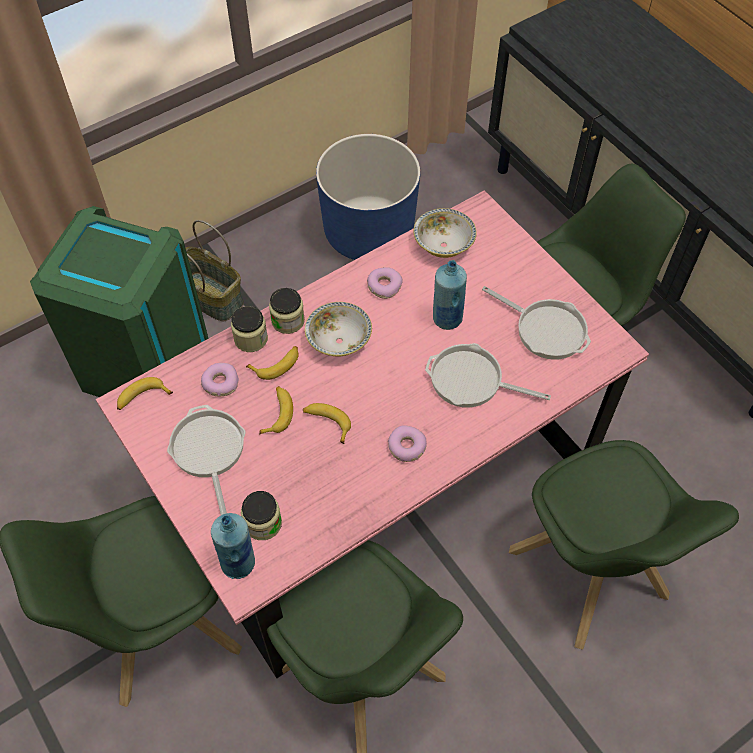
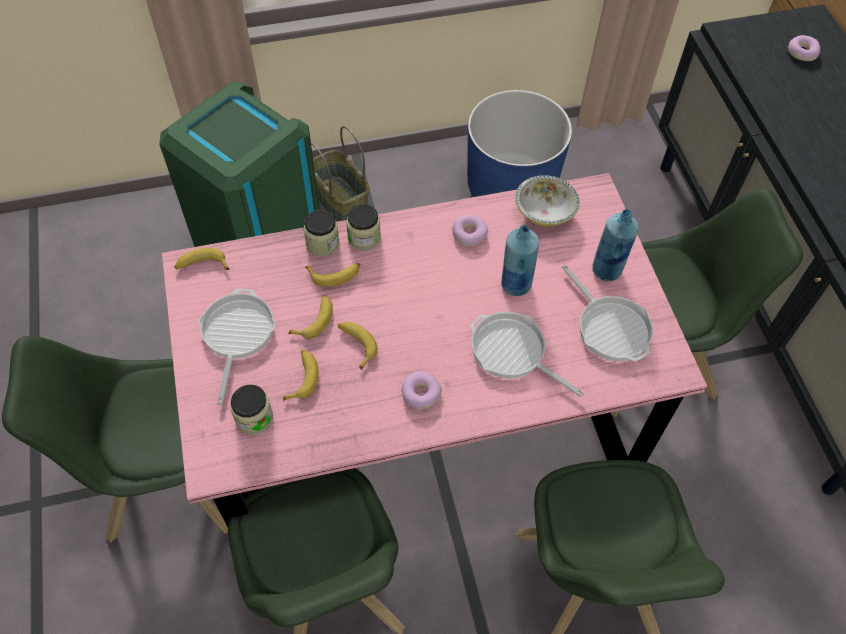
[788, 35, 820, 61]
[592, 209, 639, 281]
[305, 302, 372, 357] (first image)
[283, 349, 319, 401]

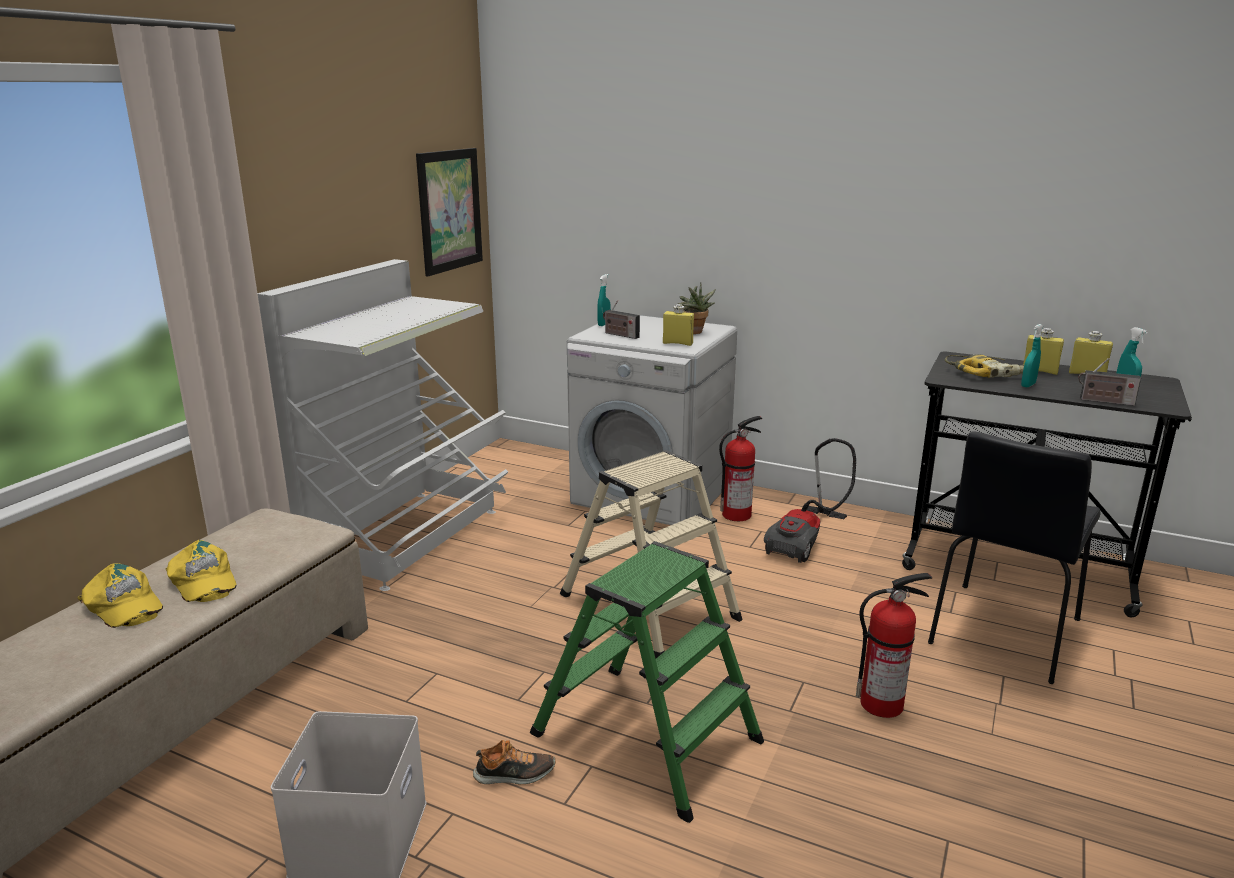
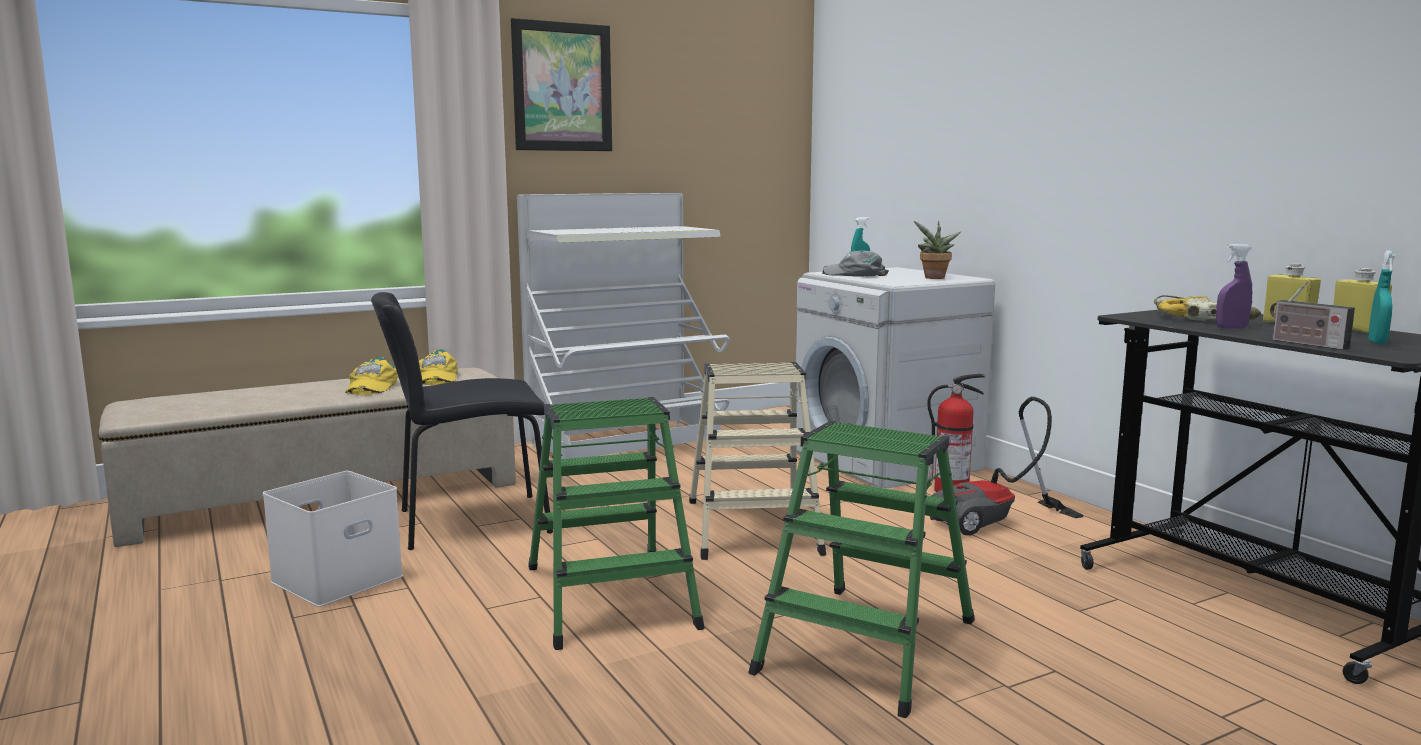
[419, 349, 458, 385]
[511, 18, 612, 151]
[473, 740, 555, 784] (first image)
[822, 250, 889, 277]
[663, 304, 694, 346] (first image)
[748, 421, 975, 718]
[371, 292, 553, 550]
[1216, 244, 1252, 329]

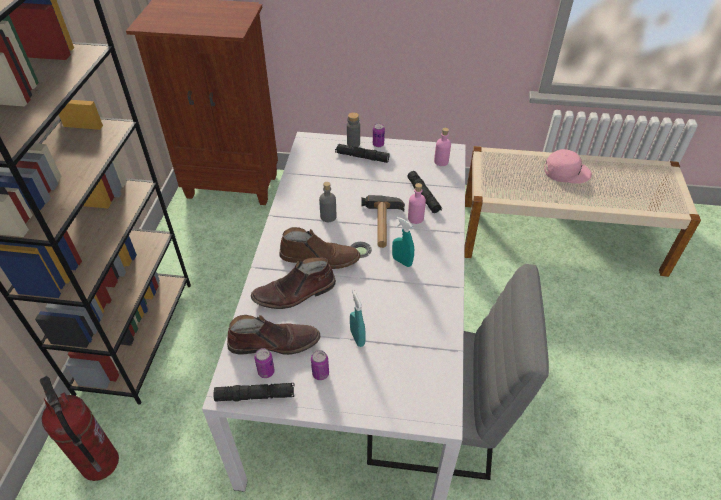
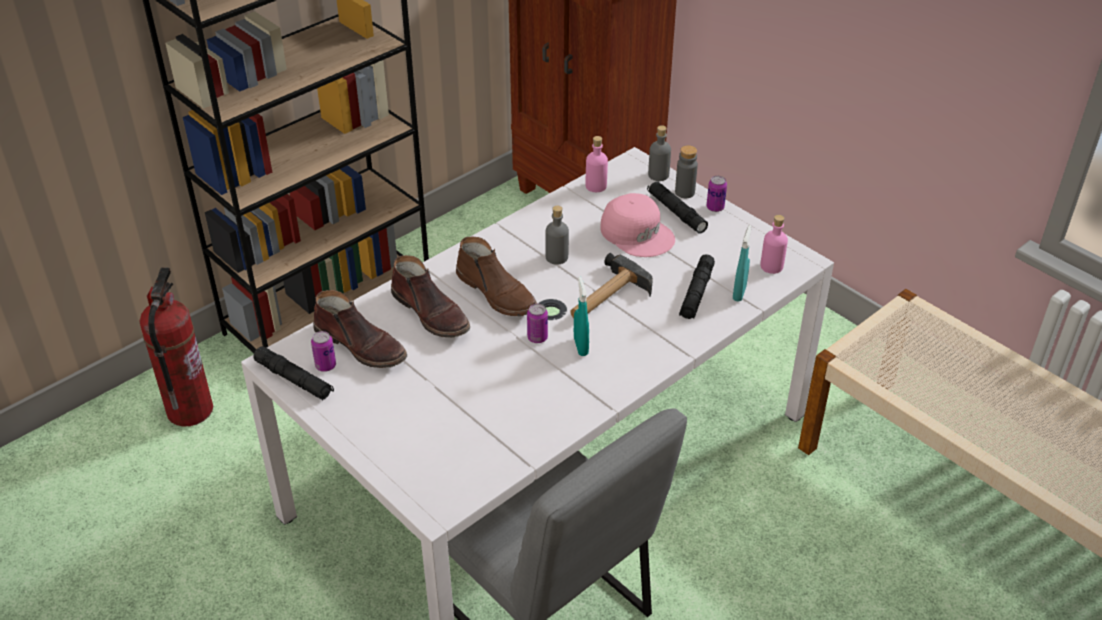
[391, 255, 470, 338]
[527, 304, 548, 343]
[733, 225, 752, 302]
[586, 136, 608, 192]
[601, 193, 675, 257]
[648, 125, 671, 181]

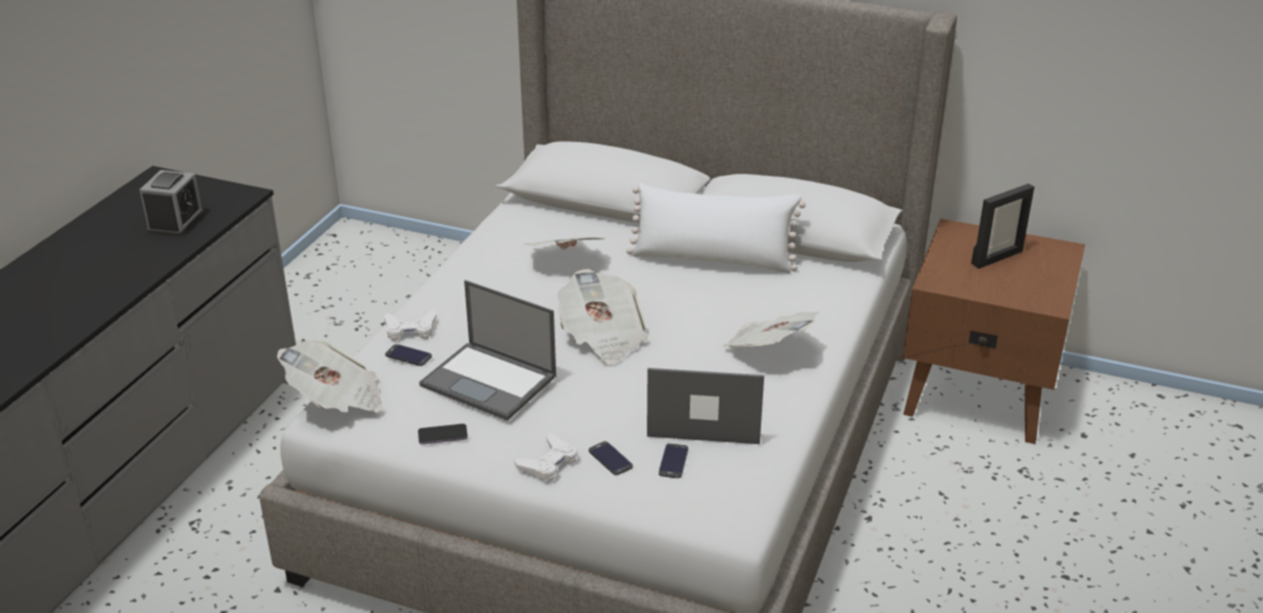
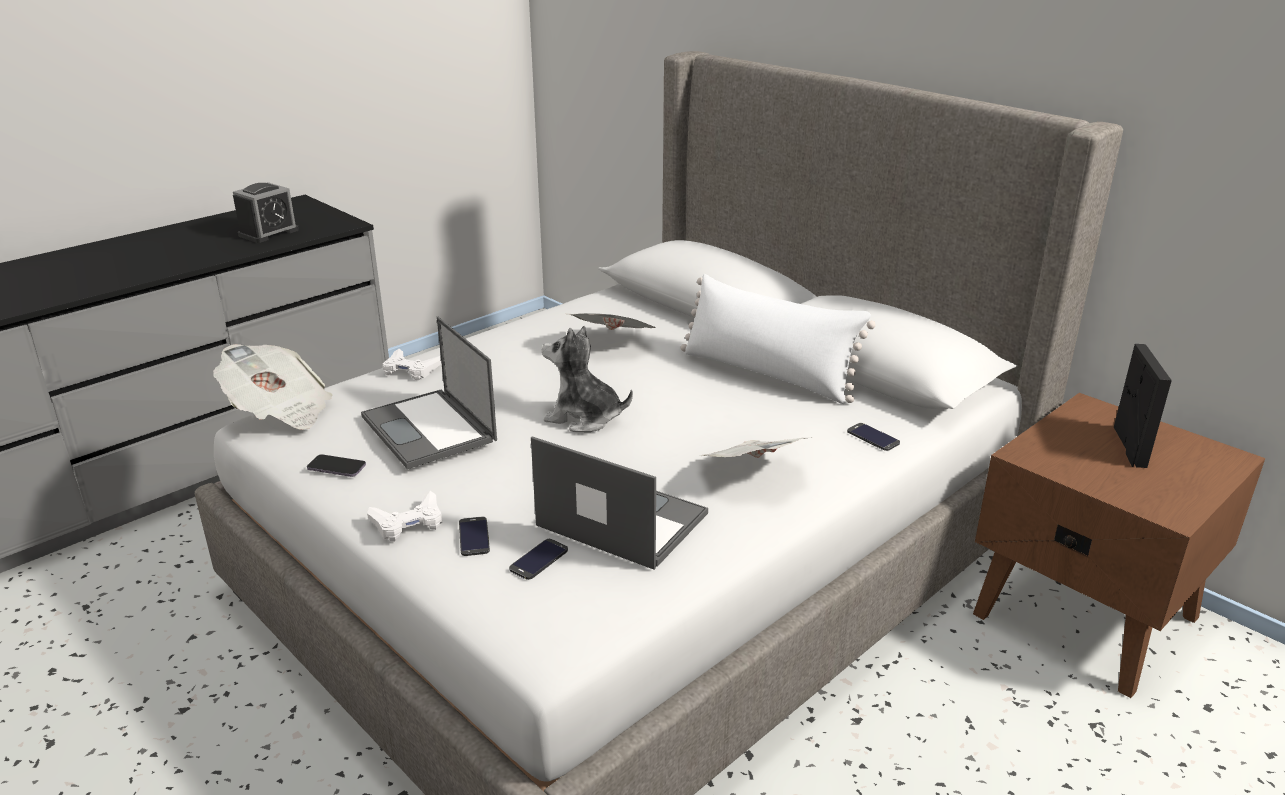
[847, 423, 900, 451]
[542, 326, 633, 432]
[1114, 344, 1172, 468]

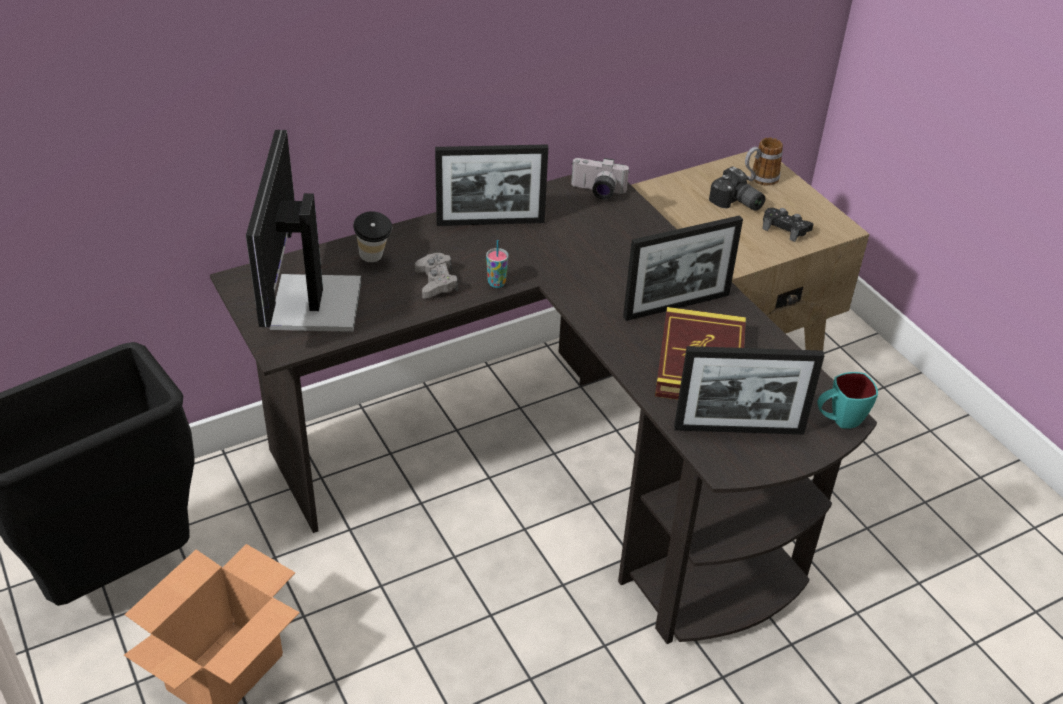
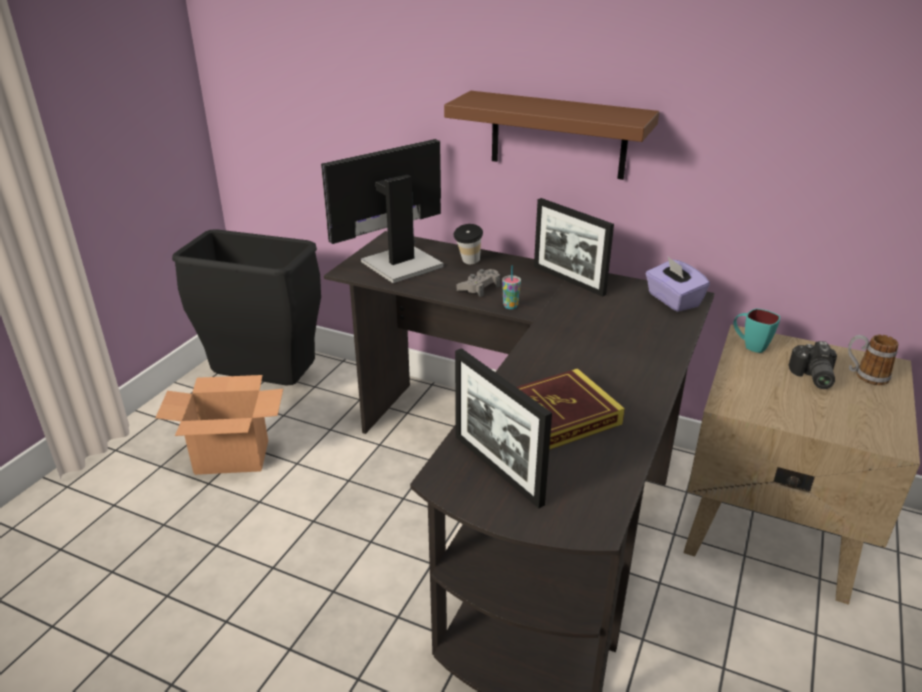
[646, 257, 710, 312]
[623, 215, 743, 321] (first image)
[762, 208, 814, 242] (first image)
[733, 308, 780, 353]
[444, 91, 659, 180]

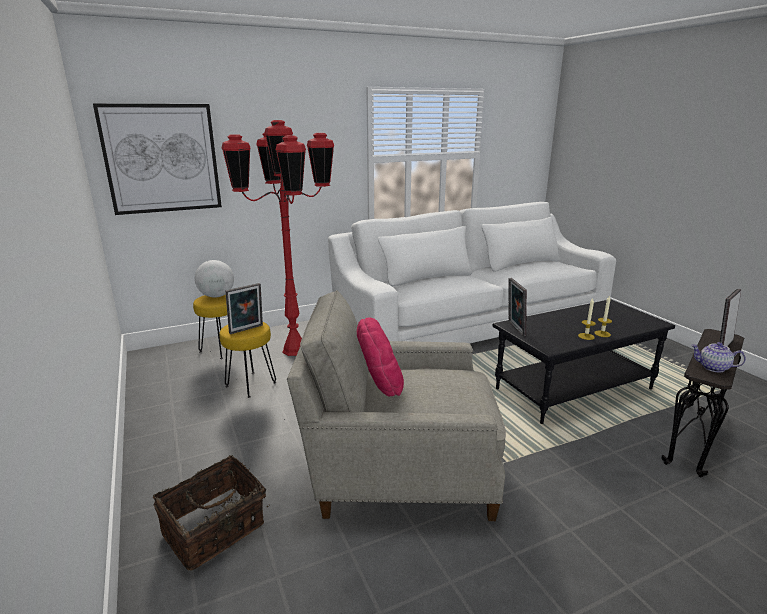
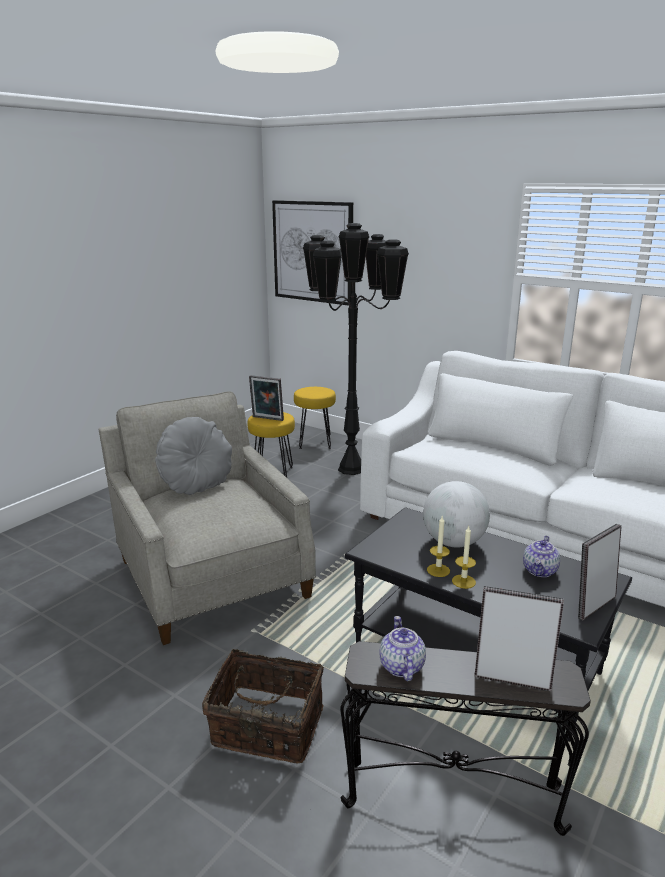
[202, 649, 324, 764]
[423, 481, 490, 547]
[303, 223, 409, 475]
[155, 417, 232, 495]
[578, 524, 621, 620]
[523, 536, 560, 577]

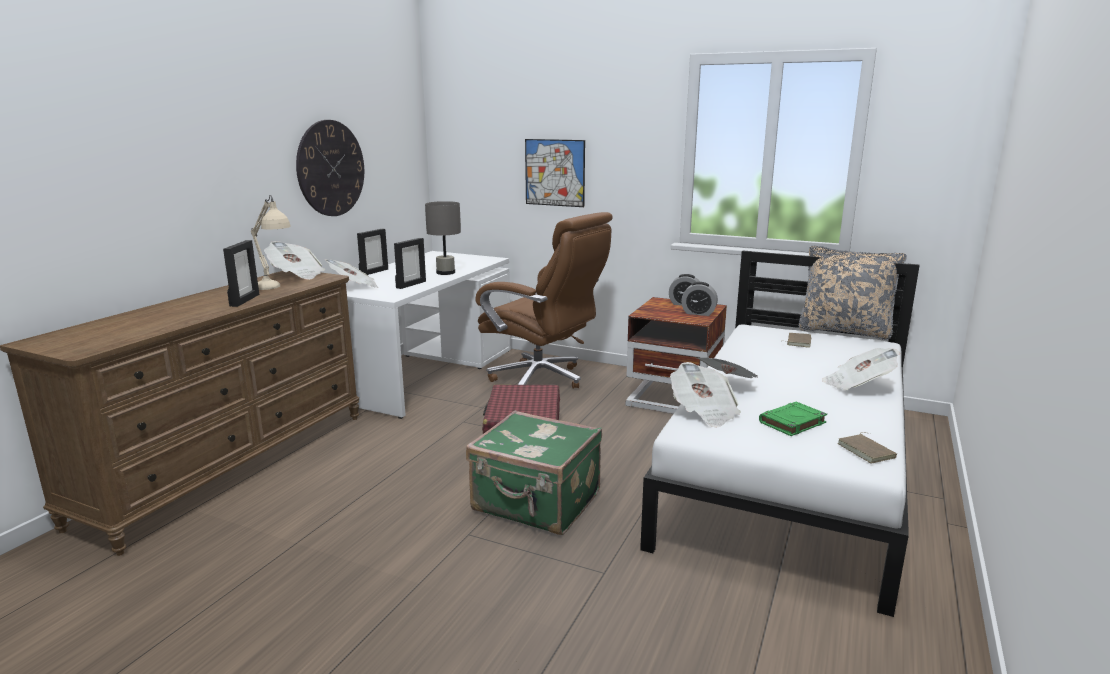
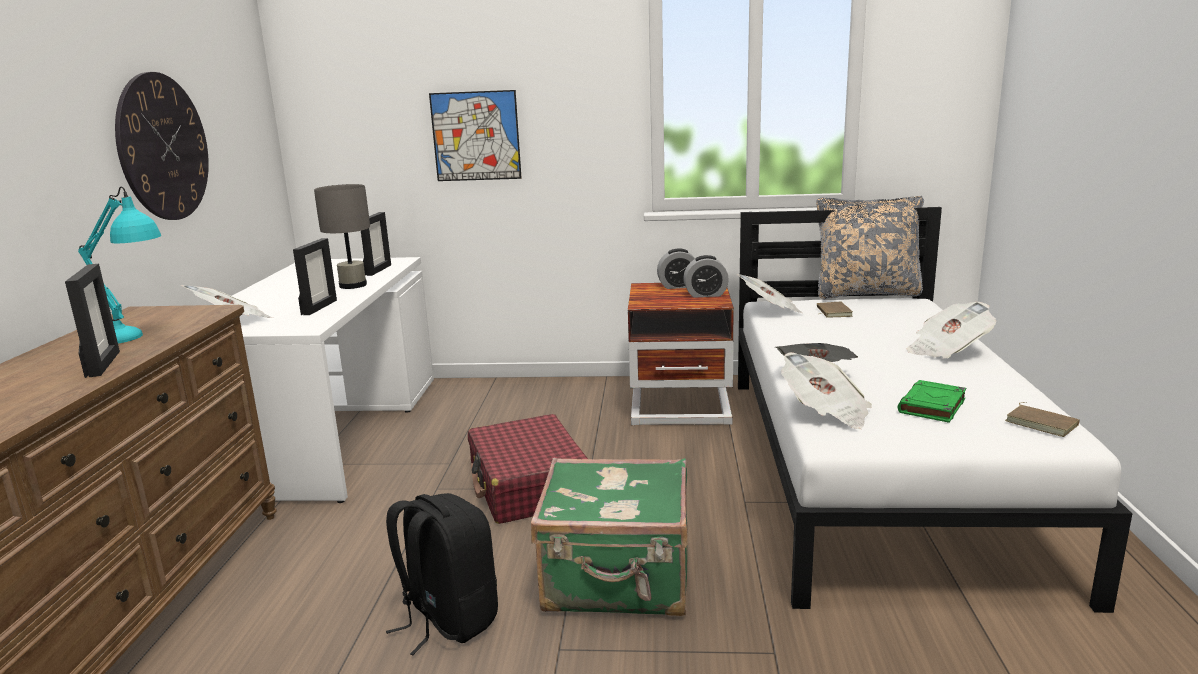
[78, 187, 161, 343]
[737, 274, 802, 313]
[361, 212, 391, 276]
[476, 212, 613, 389] (first image)
[386, 493, 498, 655]

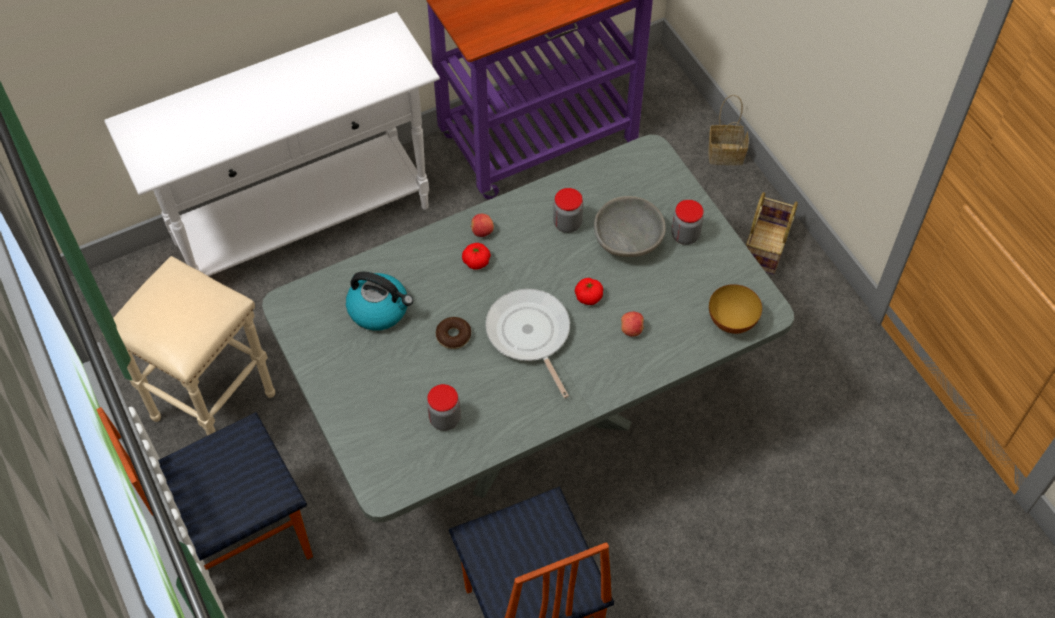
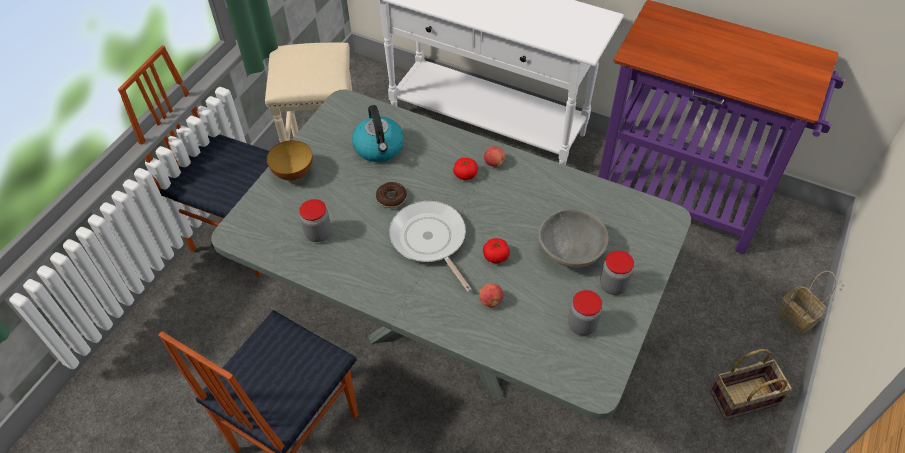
[389, 201, 472, 292]
[568, 290, 602, 336]
[267, 140, 313, 181]

